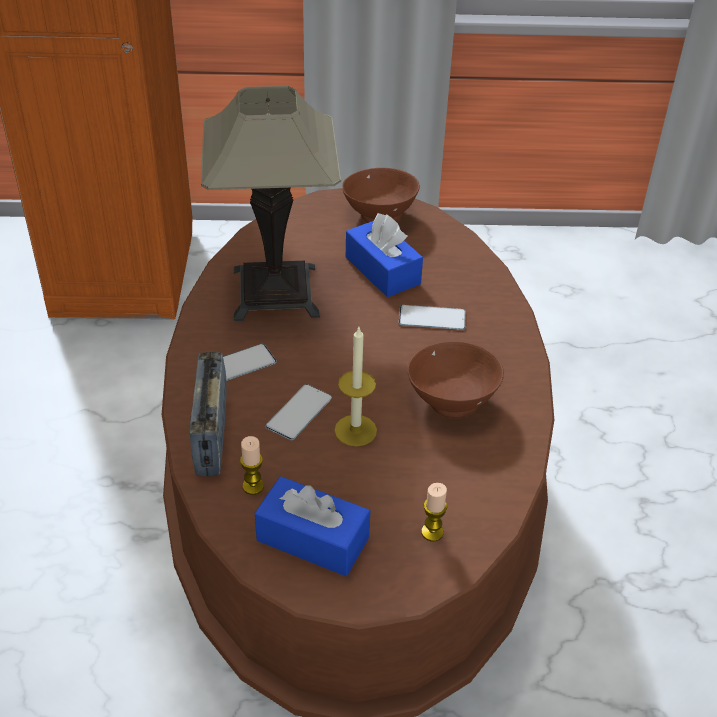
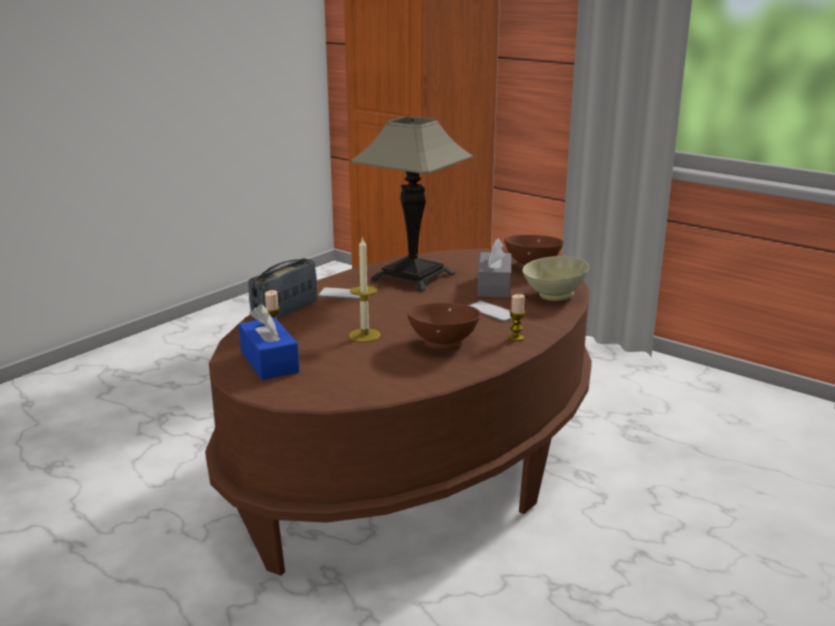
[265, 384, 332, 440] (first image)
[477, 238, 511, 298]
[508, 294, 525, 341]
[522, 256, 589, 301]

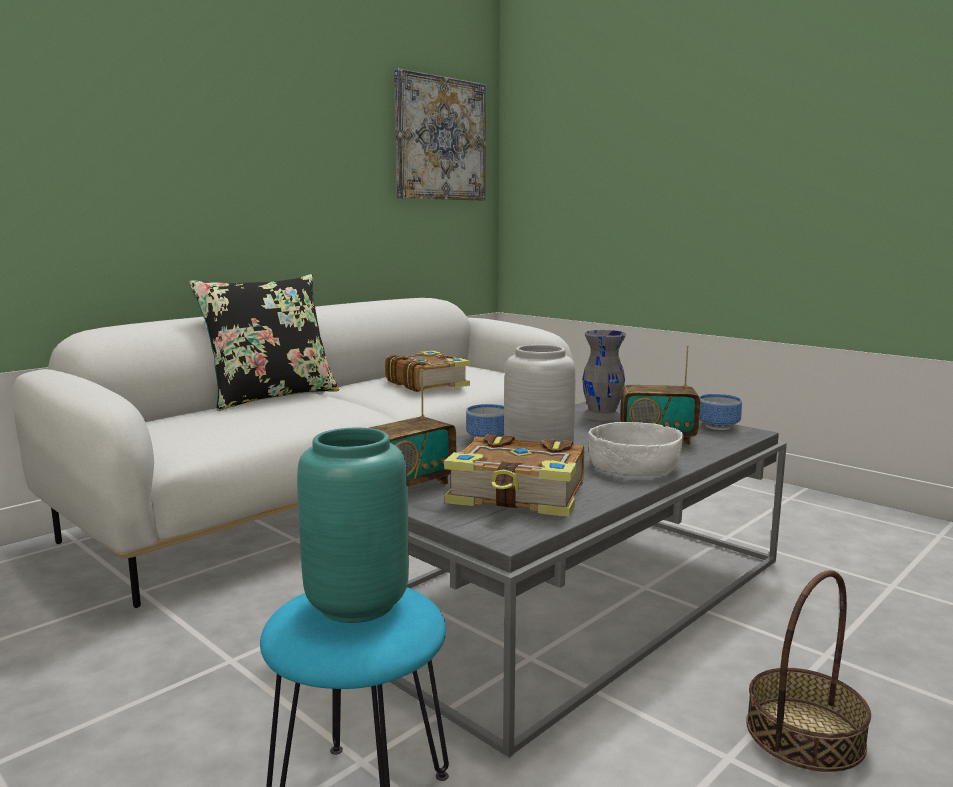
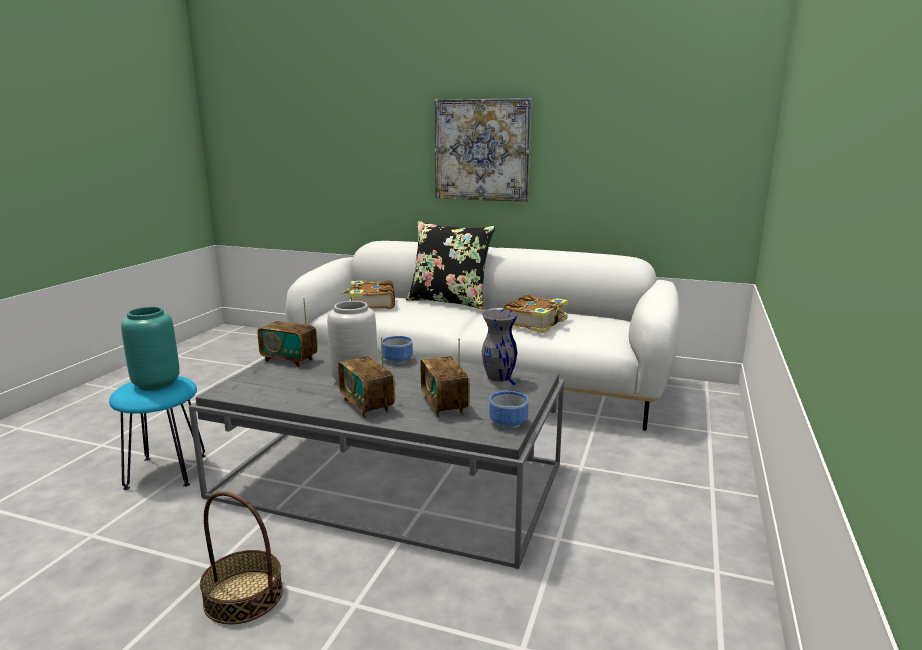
[434, 98, 531, 202]
[341, 280, 395, 309]
[338, 337, 395, 418]

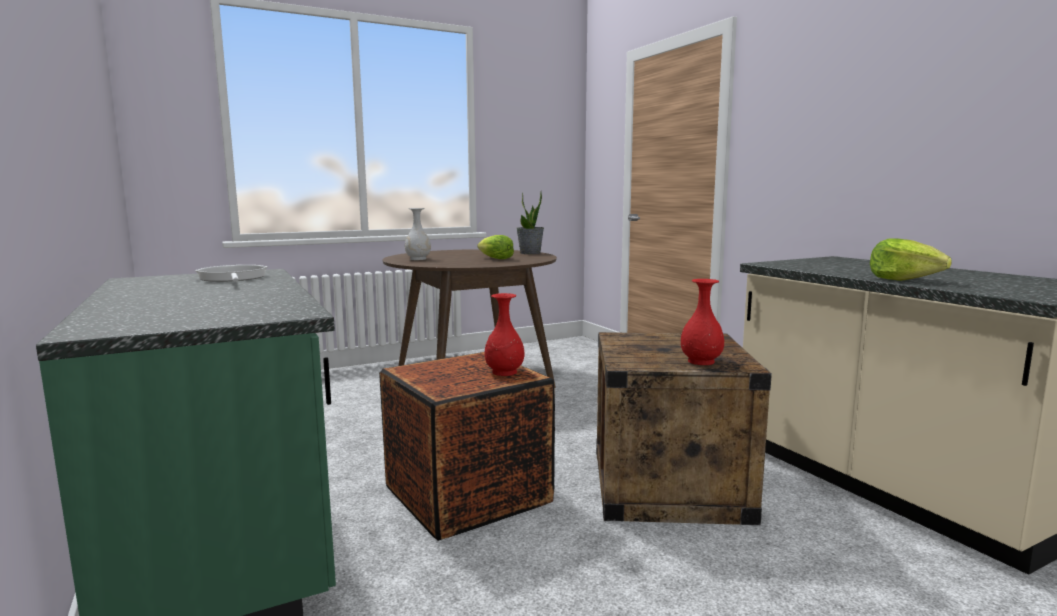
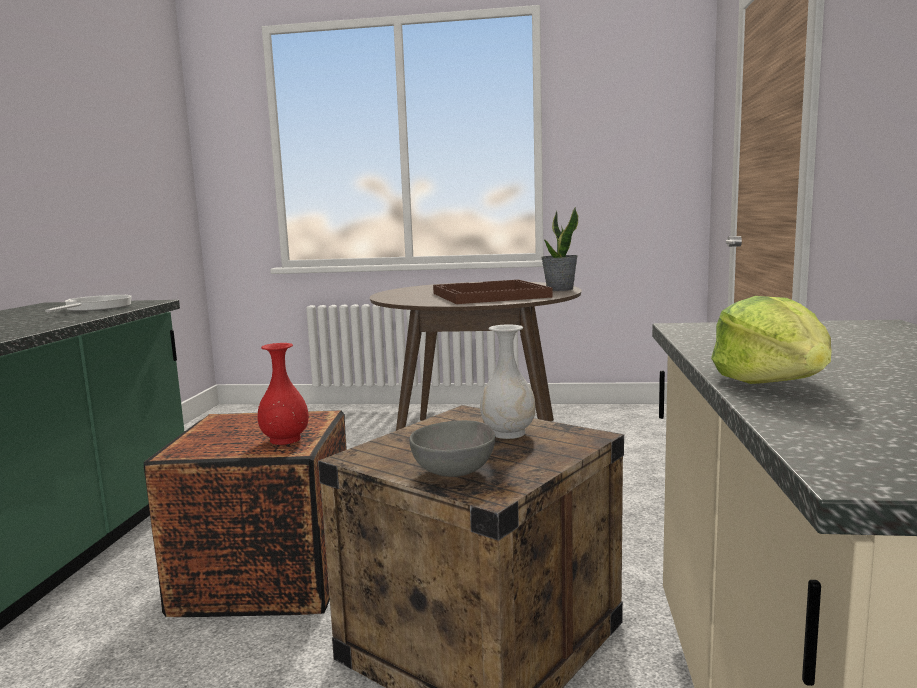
[480, 325, 535, 439]
[433, 279, 553, 304]
[409, 420, 496, 477]

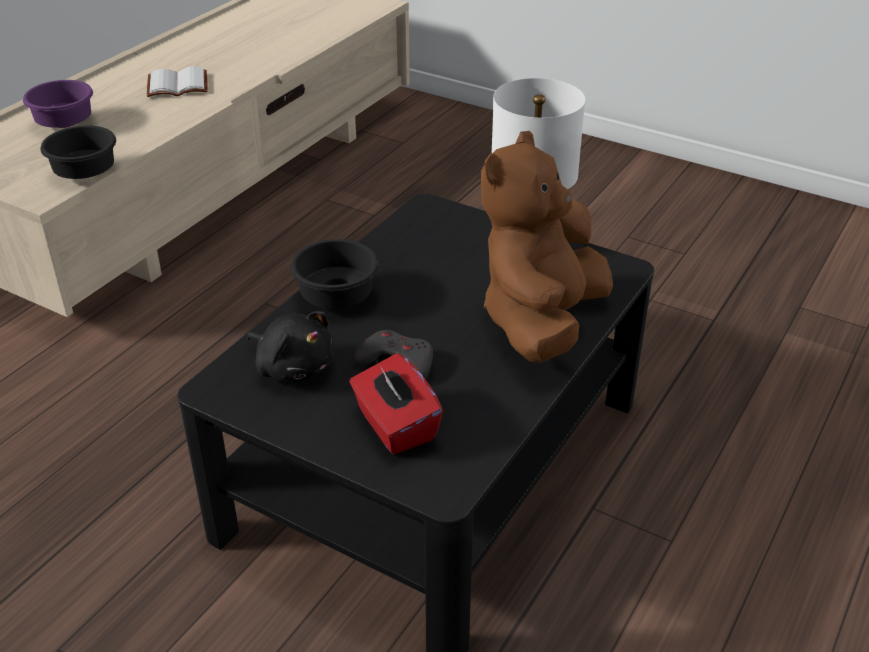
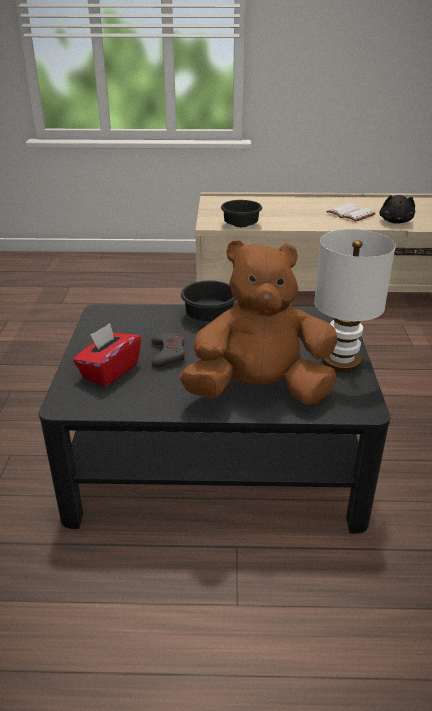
[23, 80, 93, 128] (first image)
[379, 195, 415, 224]

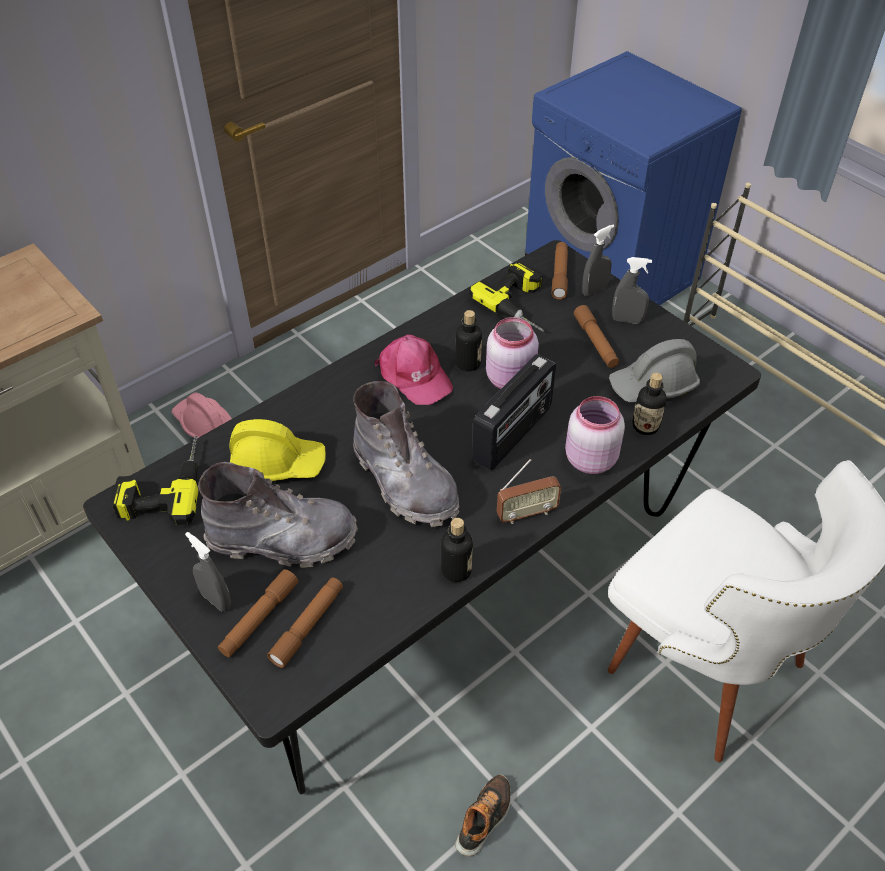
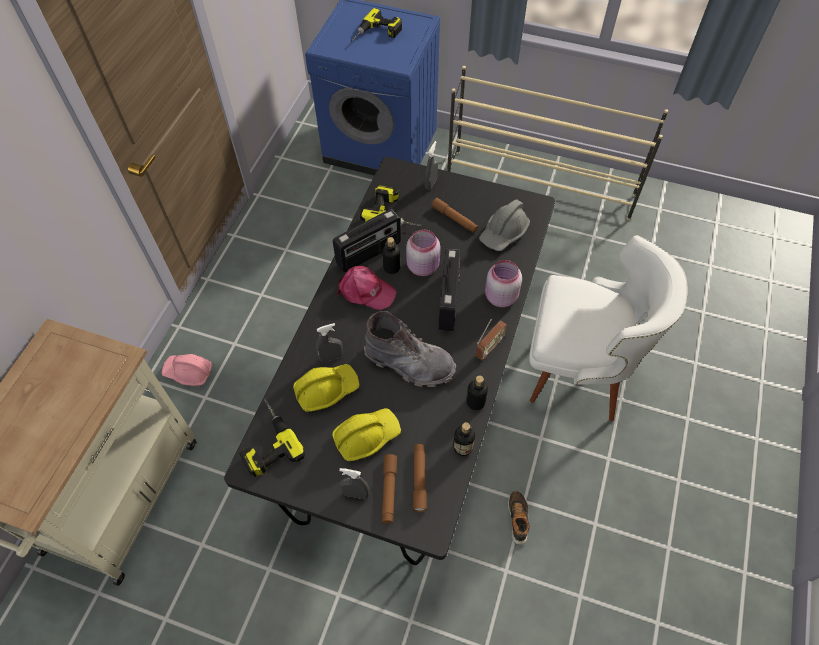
[332, 408, 401, 461]
[552, 242, 568, 300] (first image)
[316, 323, 343, 362]
[453, 422, 475, 456]
[333, 209, 401, 272]
[351, 8, 402, 42]

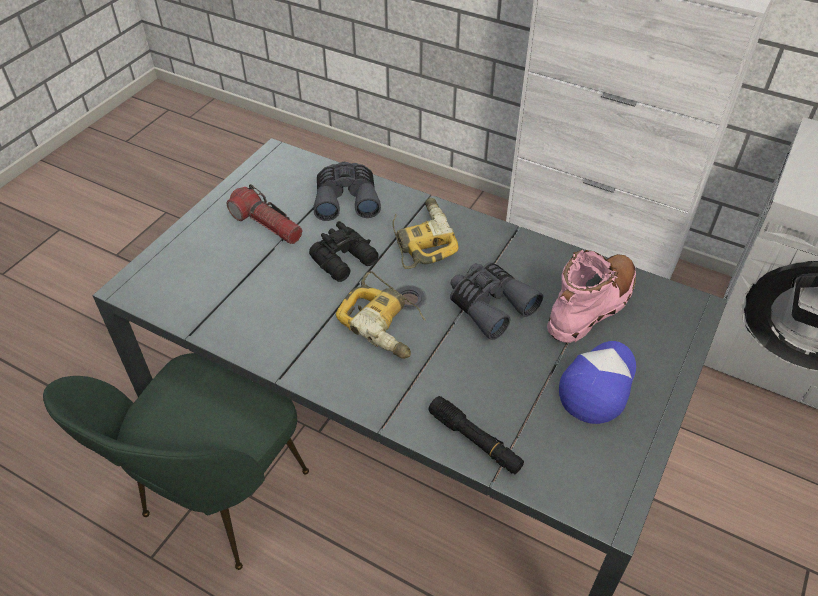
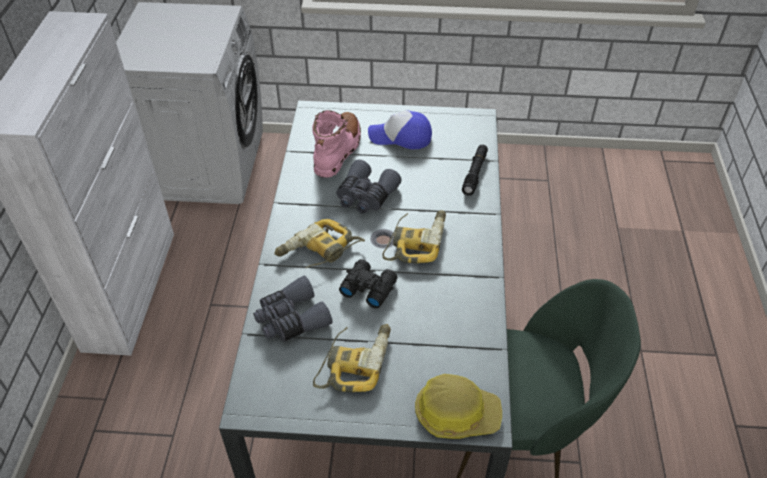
[313, 324, 391, 392]
[312, 110, 361, 178]
[415, 374, 502, 439]

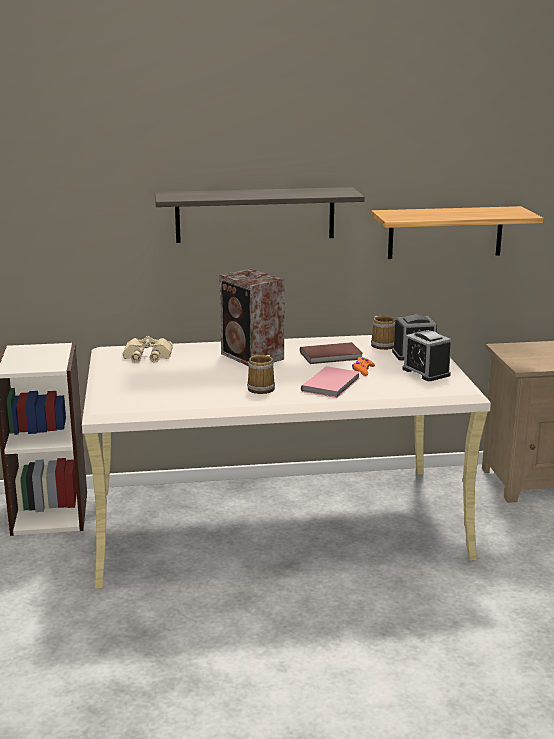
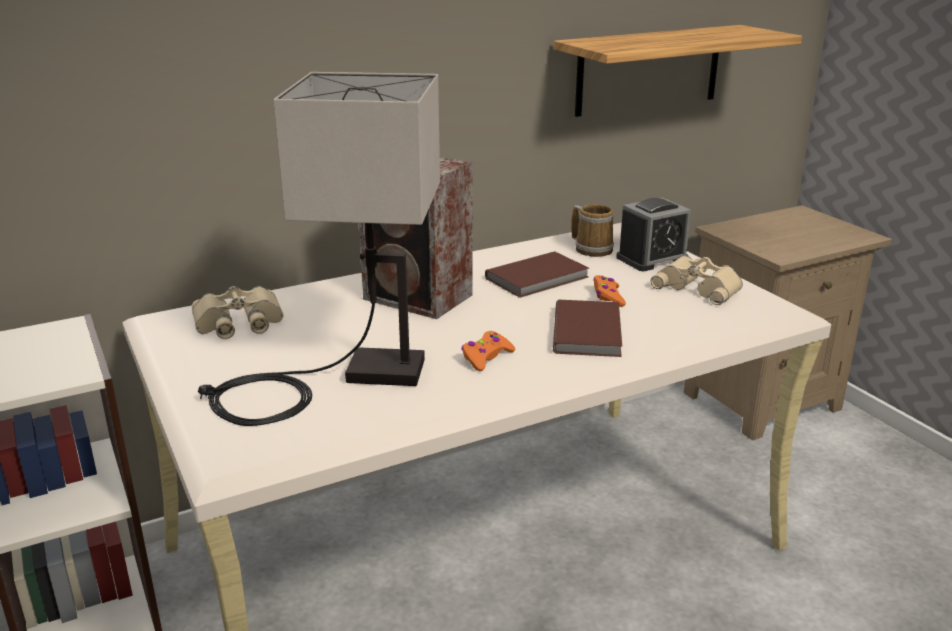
[155, 187, 364, 243] (first image)
[461, 331, 515, 371]
[553, 300, 622, 357]
[651, 255, 743, 305]
[198, 72, 440, 426]

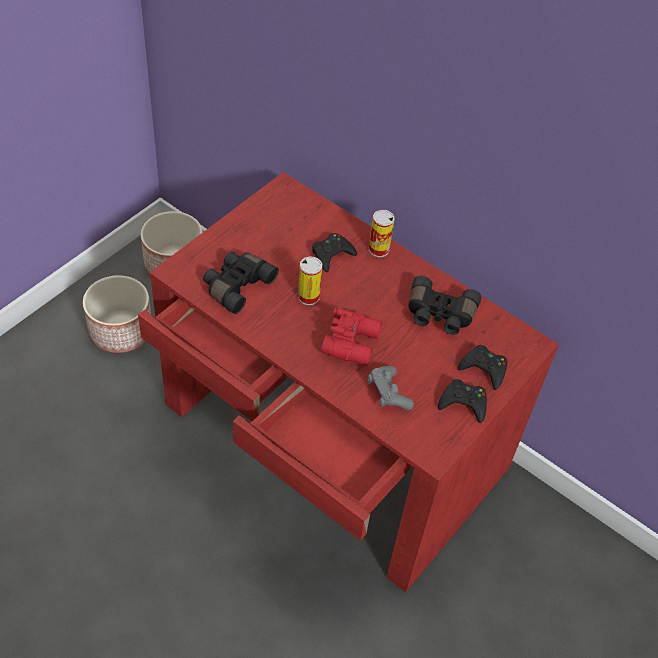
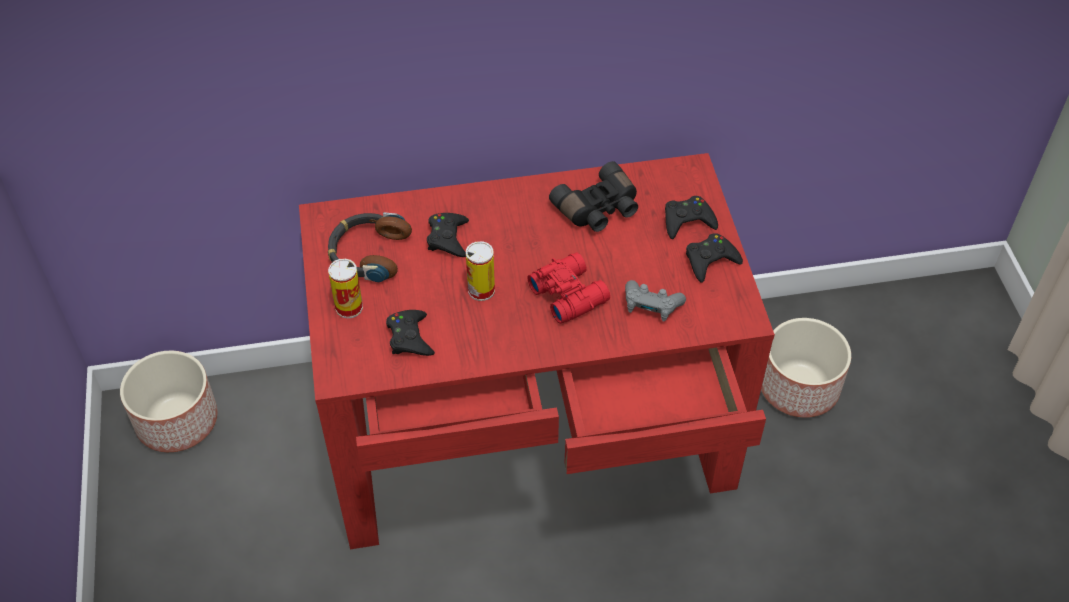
[761, 318, 851, 418]
[386, 310, 435, 356]
[328, 258, 363, 318]
[328, 212, 412, 282]

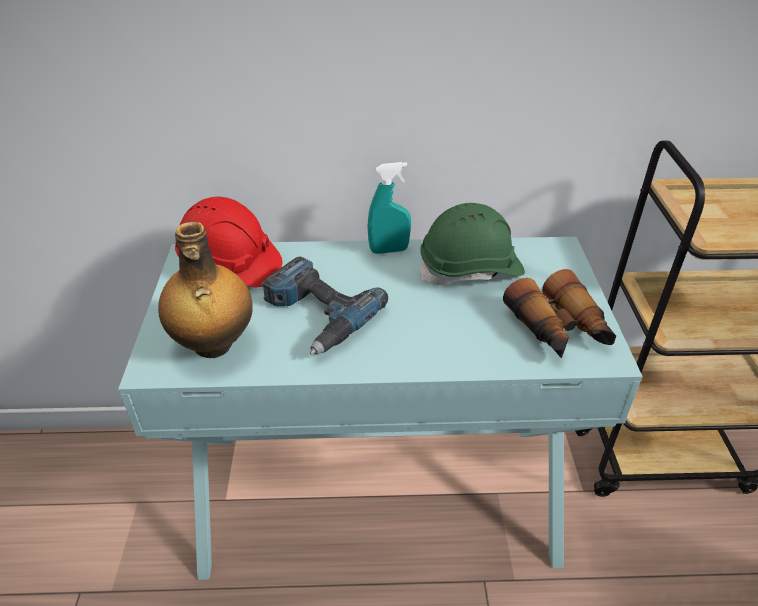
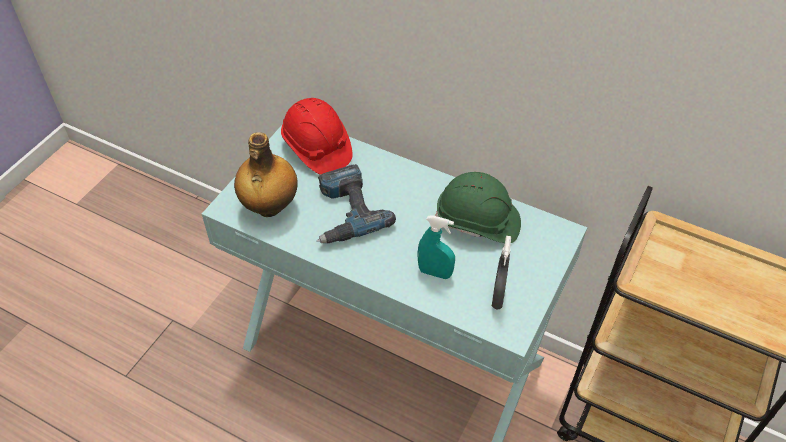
[418, 215, 455, 279]
[492, 236, 511, 310]

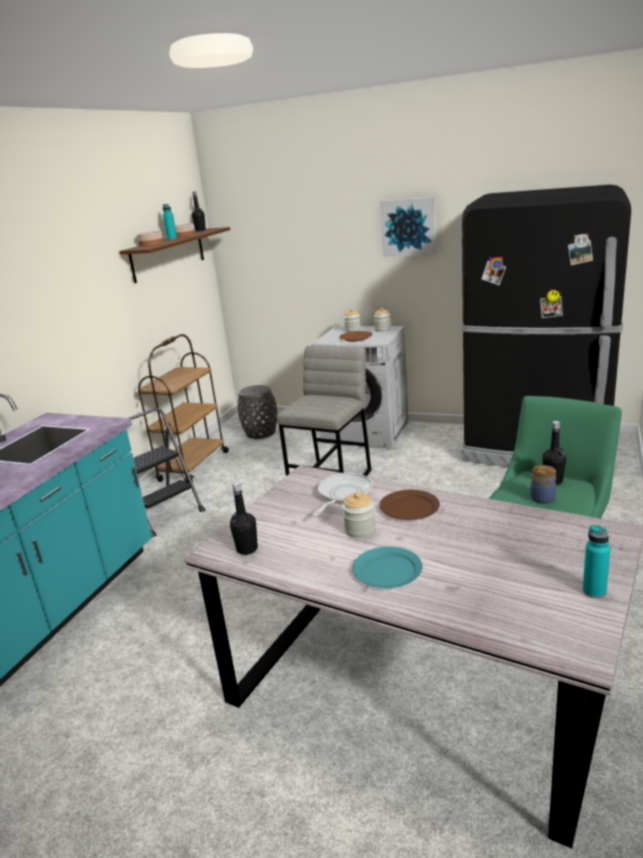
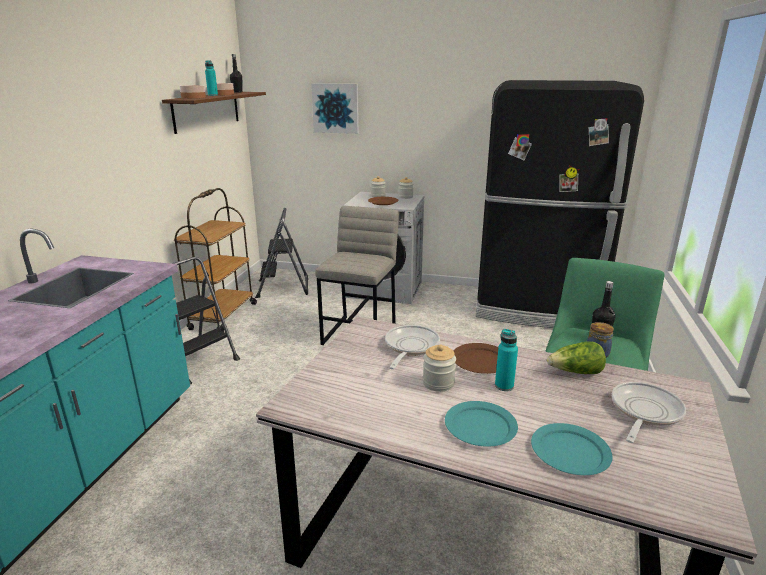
[230, 482, 258, 555] (first image)
[255, 208, 308, 298]
[311, 83, 359, 134]
[495, 329, 518, 391]
[531, 423, 613, 475]
[547, 341, 606, 374]
[612, 382, 686, 443]

